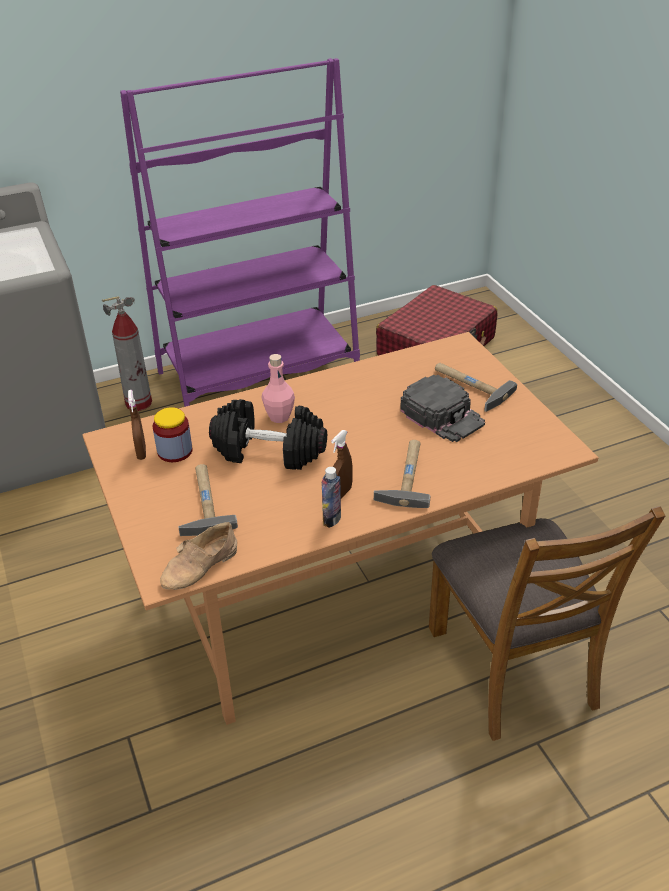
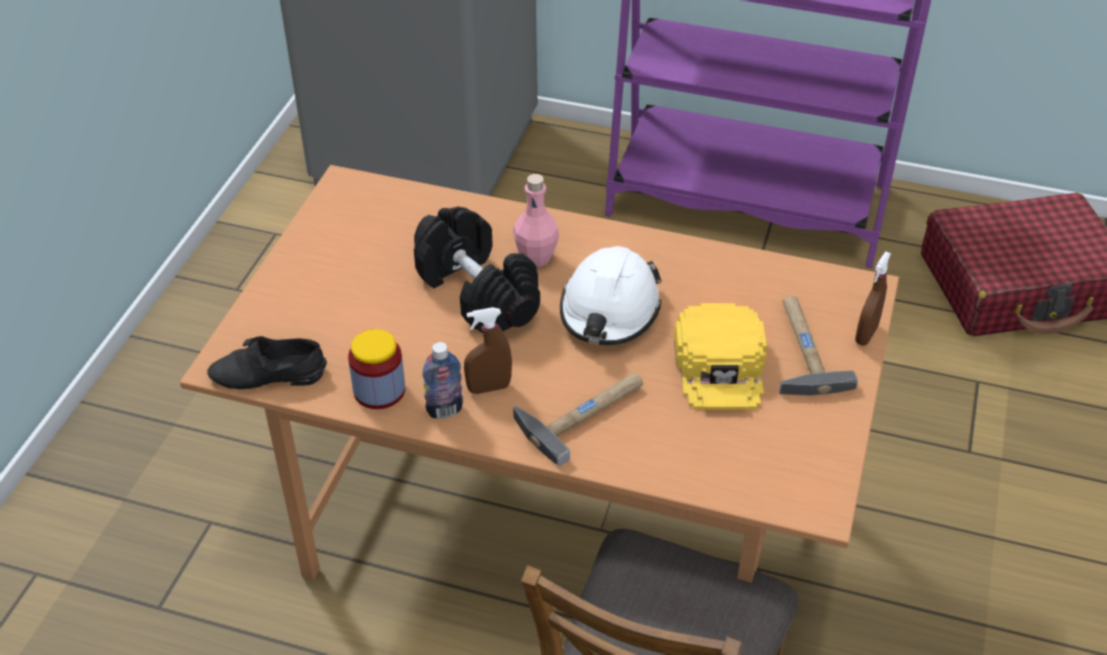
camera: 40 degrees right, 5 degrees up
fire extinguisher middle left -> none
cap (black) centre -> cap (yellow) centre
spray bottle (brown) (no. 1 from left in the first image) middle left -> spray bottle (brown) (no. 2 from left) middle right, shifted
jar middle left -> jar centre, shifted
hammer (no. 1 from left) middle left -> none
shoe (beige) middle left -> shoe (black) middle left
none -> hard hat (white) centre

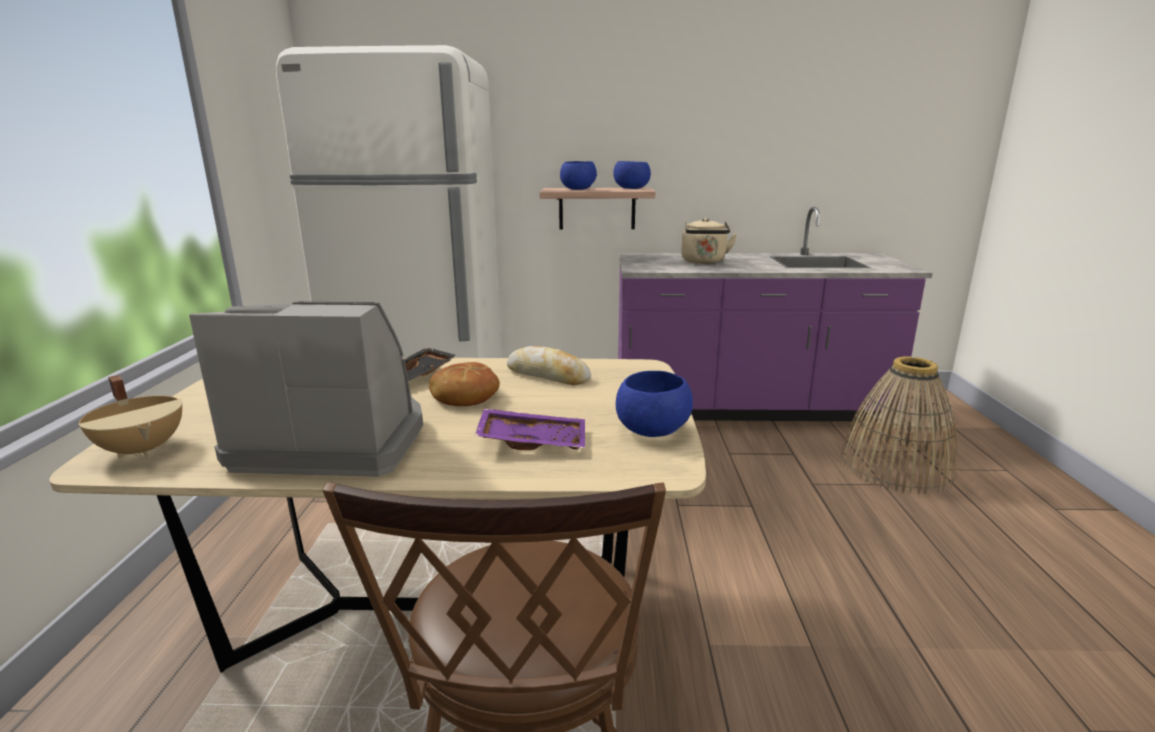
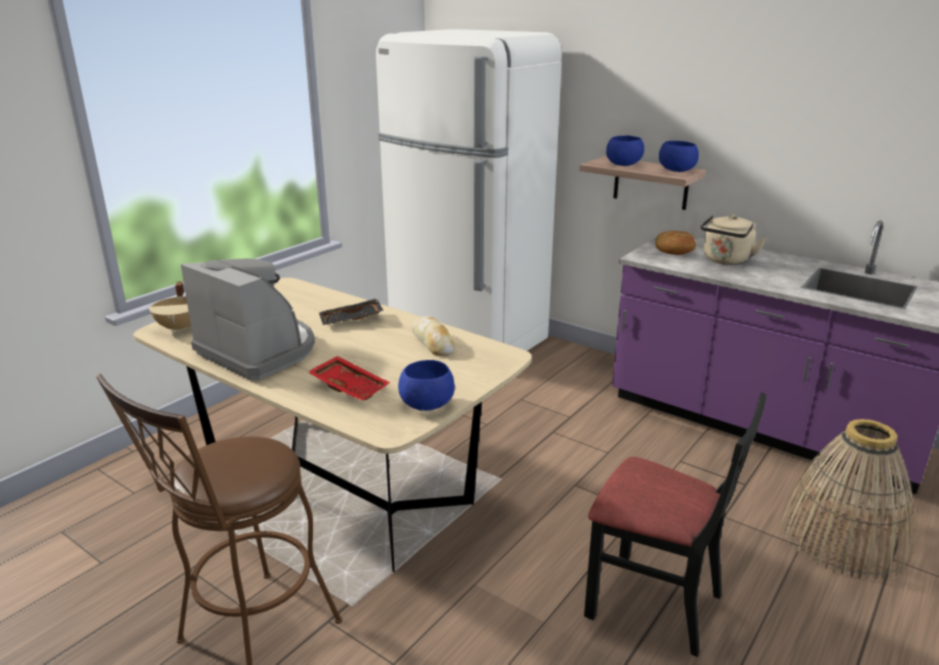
camera: 35 degrees right, 5 degrees up
bread (no. 1 from left in the first image) centre -> bread (no. 2 from left) middle right, shifted
tray (purple) centre -> tray (red) centre
none -> chair (black) bottom right

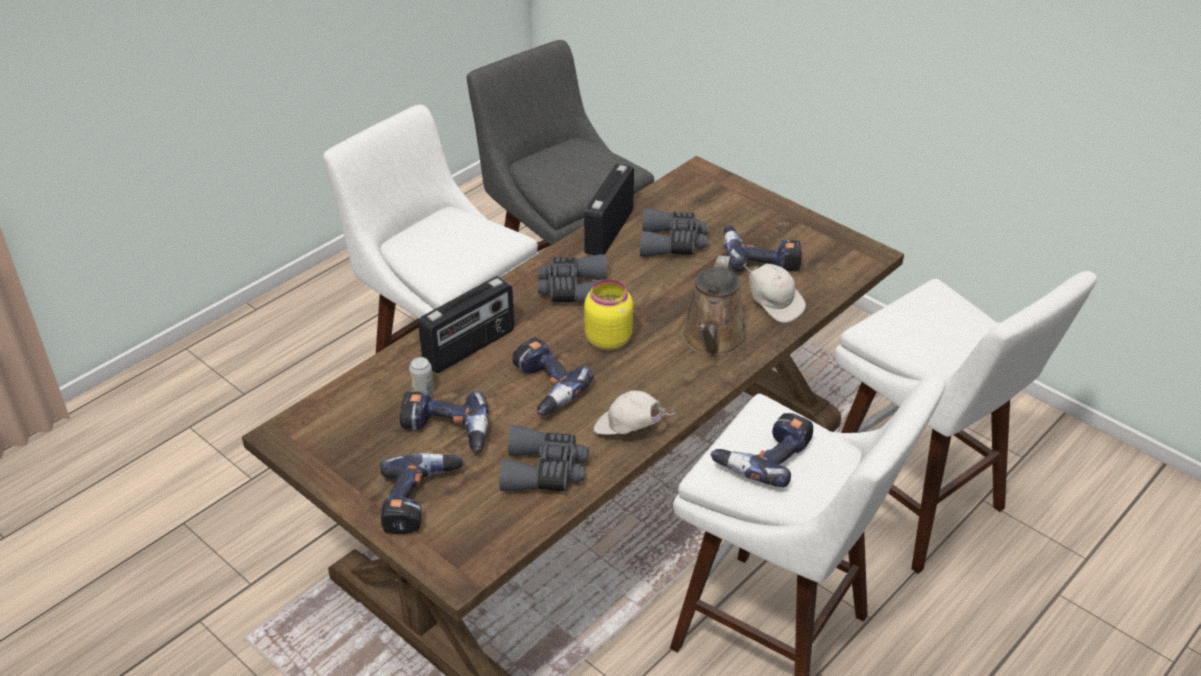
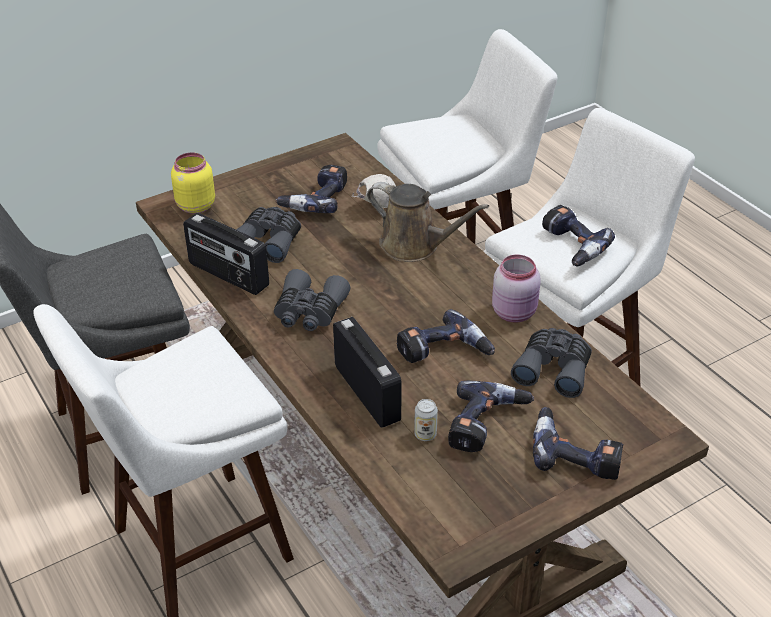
camera: 75 degrees left, 0 degrees up
jar (yellow) centre -> jar (yellow) top left, shifted
cap (white) (no. 1 from left) centre -> jar (pink) middle right

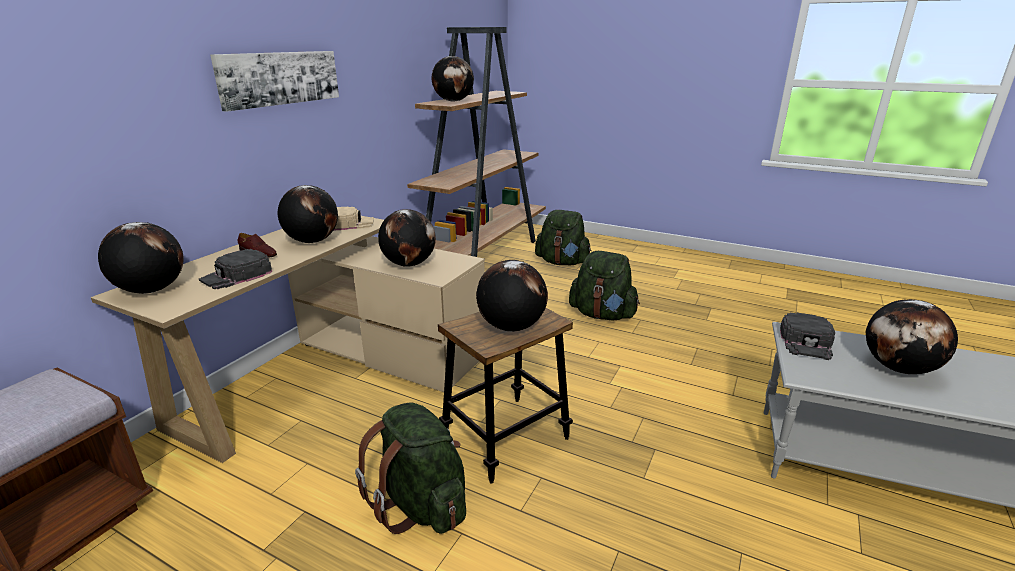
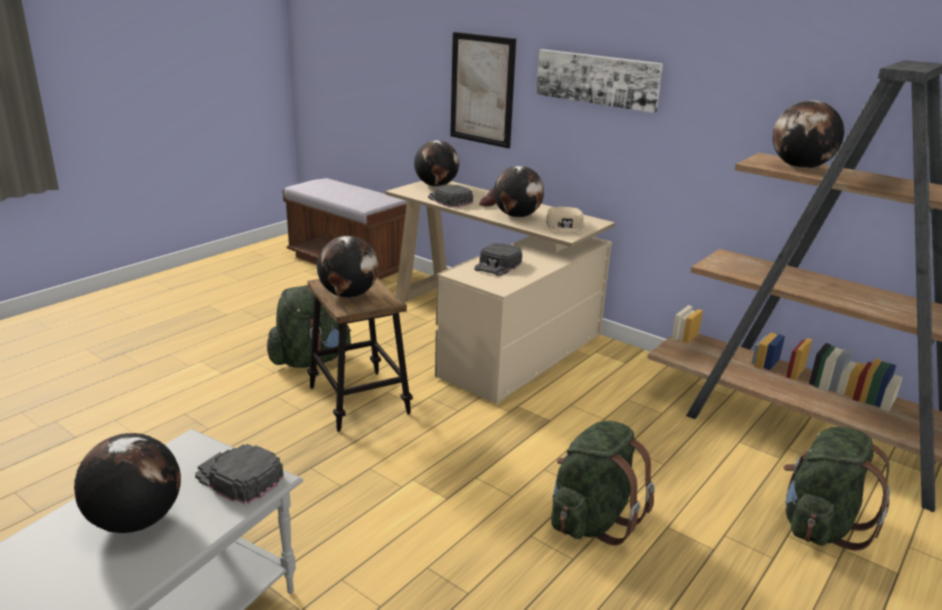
camera: 100 degrees right, 0 degrees up
globe (no. 3 from left) centre -> cap (black) (no. 3 from left) centre
none -> picture (no. 1 from left) top centre

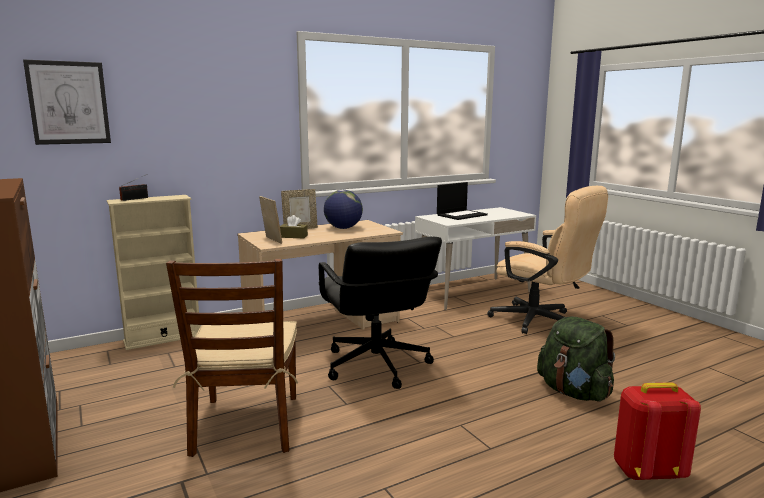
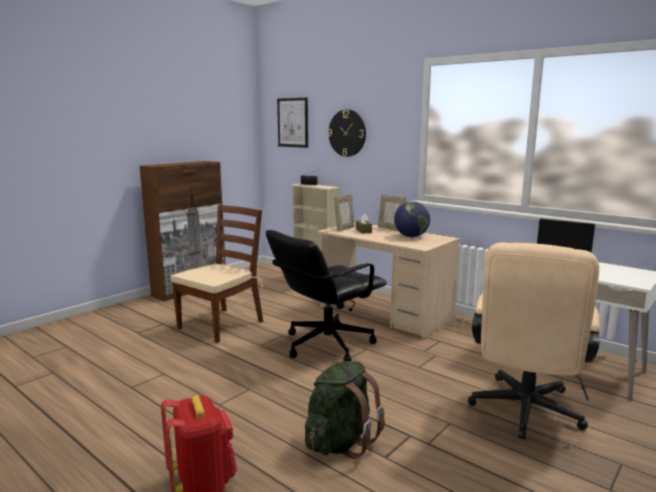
camera: 70 degrees right, 0 degrees up
chair (brown) bottom left -> chair (brown) middle left, 150 degrees clockwise
none -> wall clock top centre

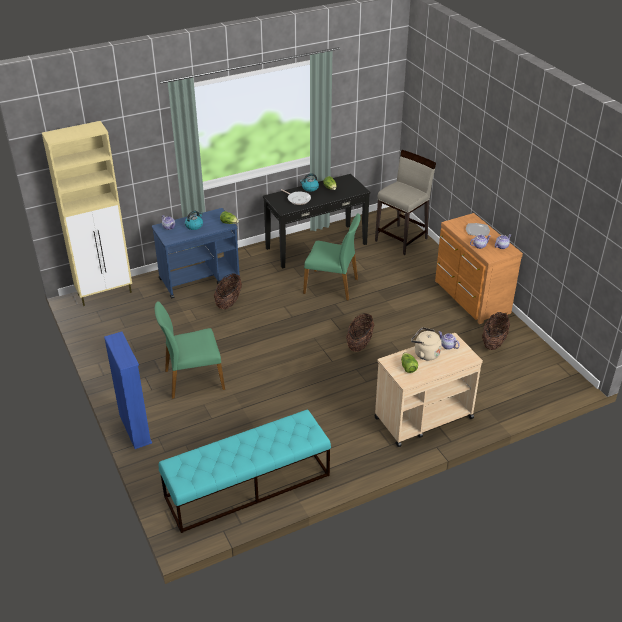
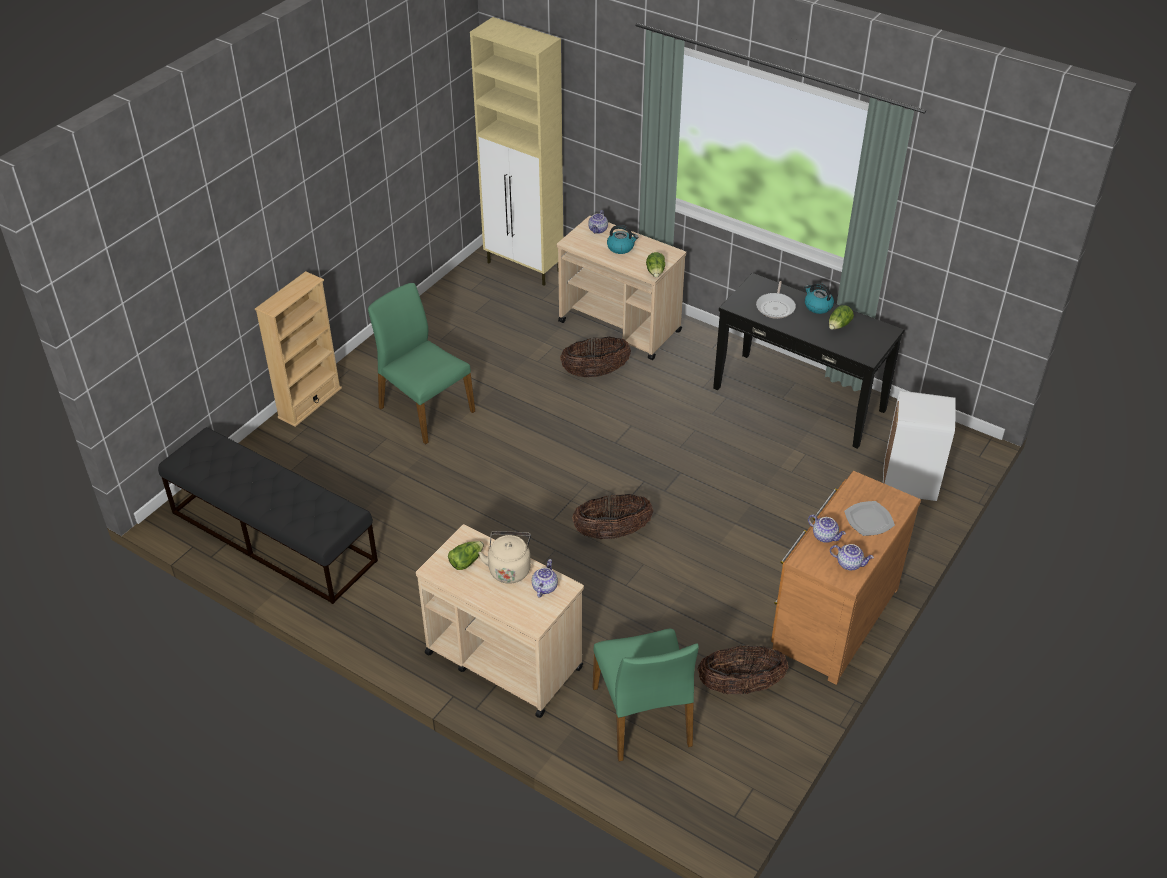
camera: 60 degrees right, 5 degrees up
stool (beige) top centre -> trash can (white) middle right
cart (blue) middle left -> cart (beige) (no. 2 from left) top centre
chair (green) (no. 2 from left) centre -> chair (green) (no. 2 from left) bottom centre, shifted
bookcase (blue) middle left -> bookcase (beige) middle left
bench (turquoise) bottom centre -> bench (black) middle left

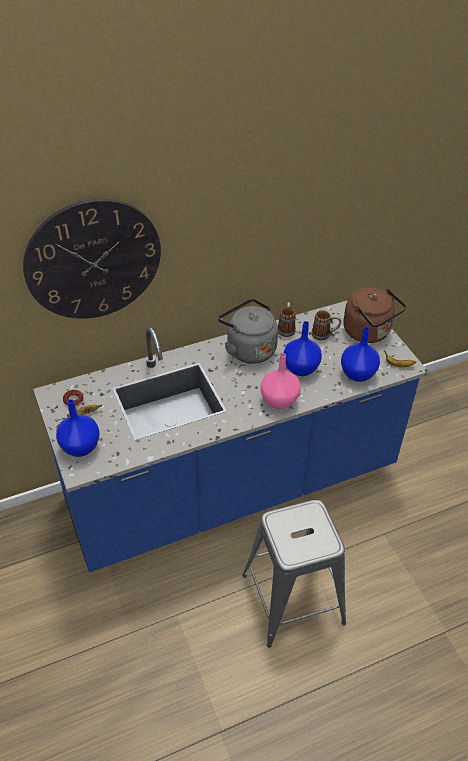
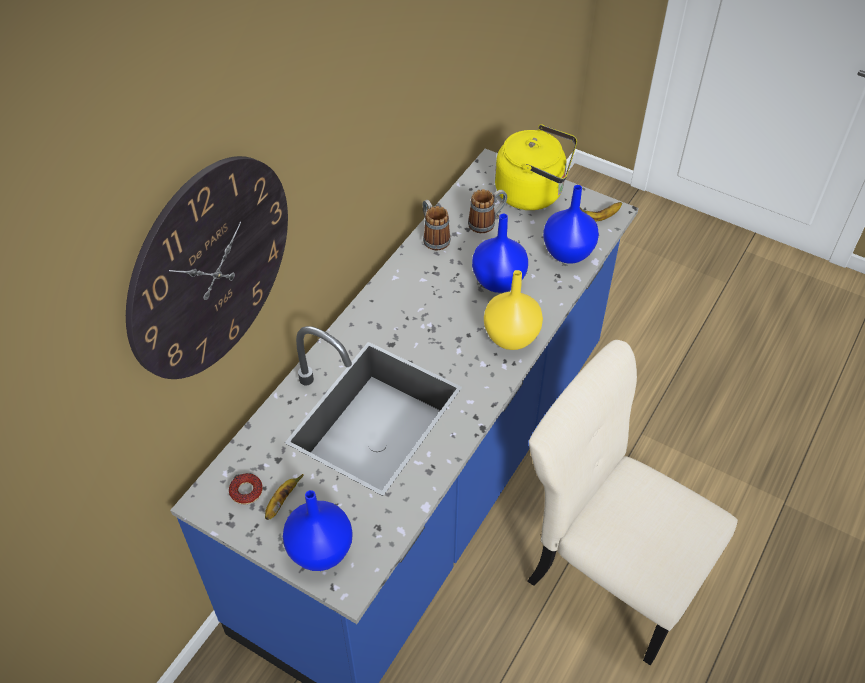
camera: 35 degrees left, 5 degrees up
kettle (brown) middle right -> kettle (yellow) top centre
kettle (grey) centre -> none
vase (pink) centre -> vase (yellow) centre
stool (grey) bottom centre -> chair (beige) bottom right

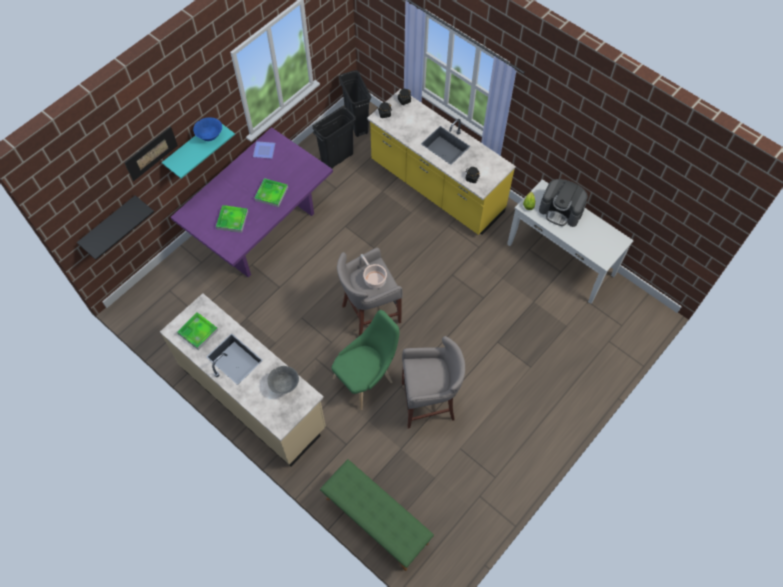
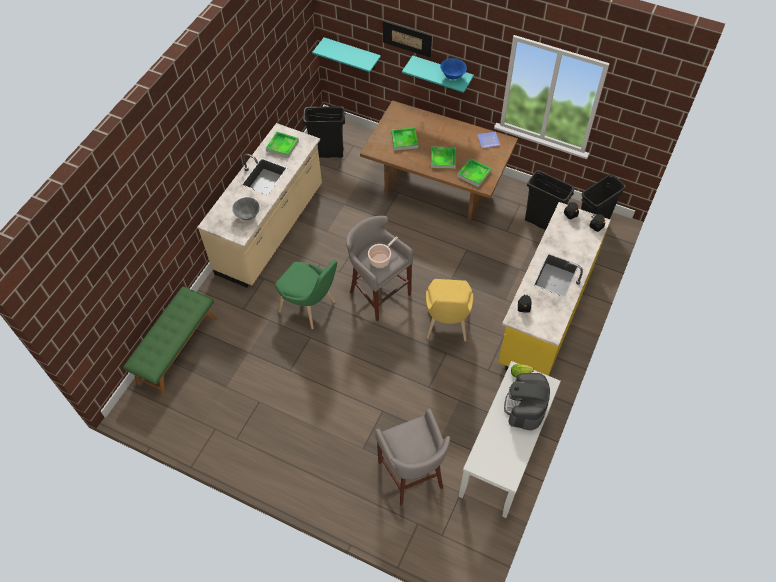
camera: 75 degrees right, 5 degrees down
dining table (purple) middle left -> dining table (brown) top centre
shelf (black) middle left -> shelf (turquoise) (no. 1 from left) top centre
stool (grey) (no. 2 from left) centre -> stool (grey) (no. 2 from left) bottom centre, shifted
none -> trash can (black) (no. 1 from left) top centre
none -> tray (no. 4 from left) top centre
none -> chair (yellow) centre

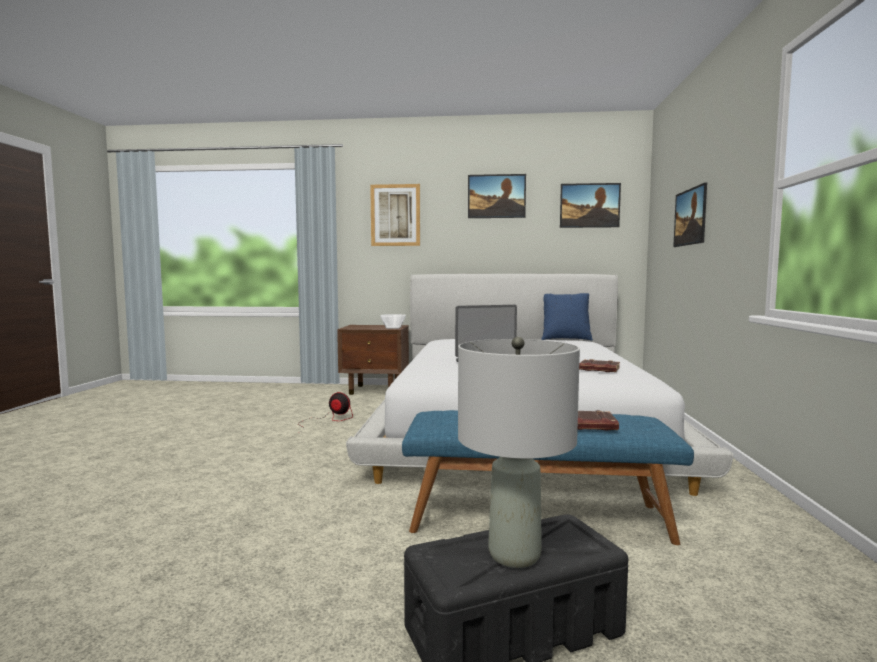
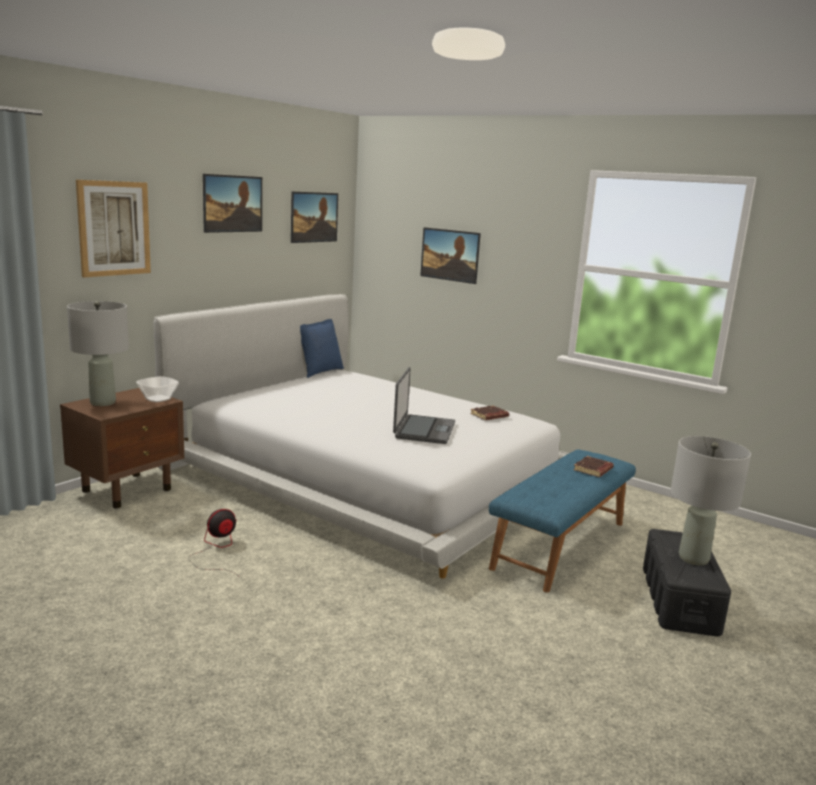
camera: 60 degrees left, 10 degrees up
none -> table lamp (grey) (no. 1 from left) middle left

